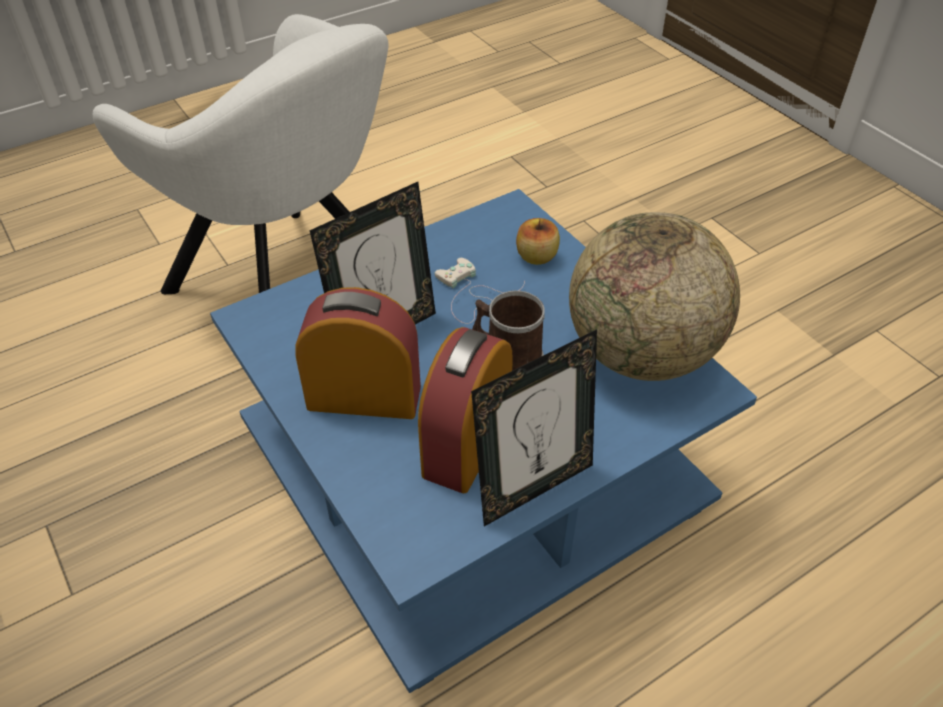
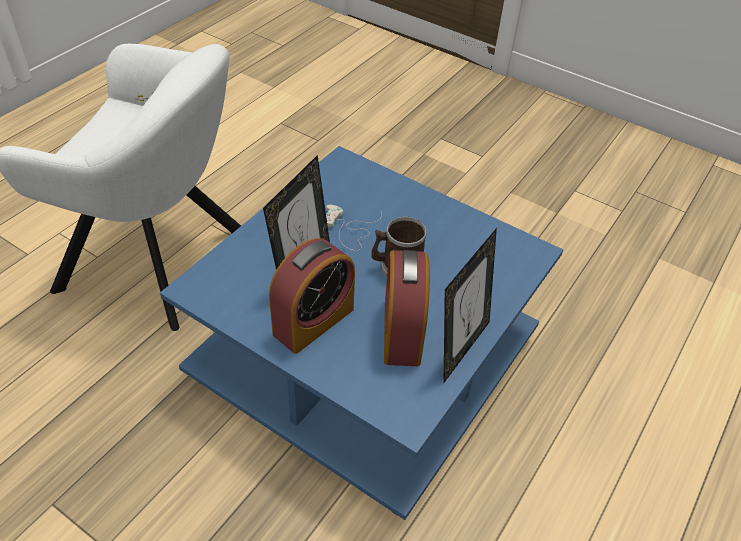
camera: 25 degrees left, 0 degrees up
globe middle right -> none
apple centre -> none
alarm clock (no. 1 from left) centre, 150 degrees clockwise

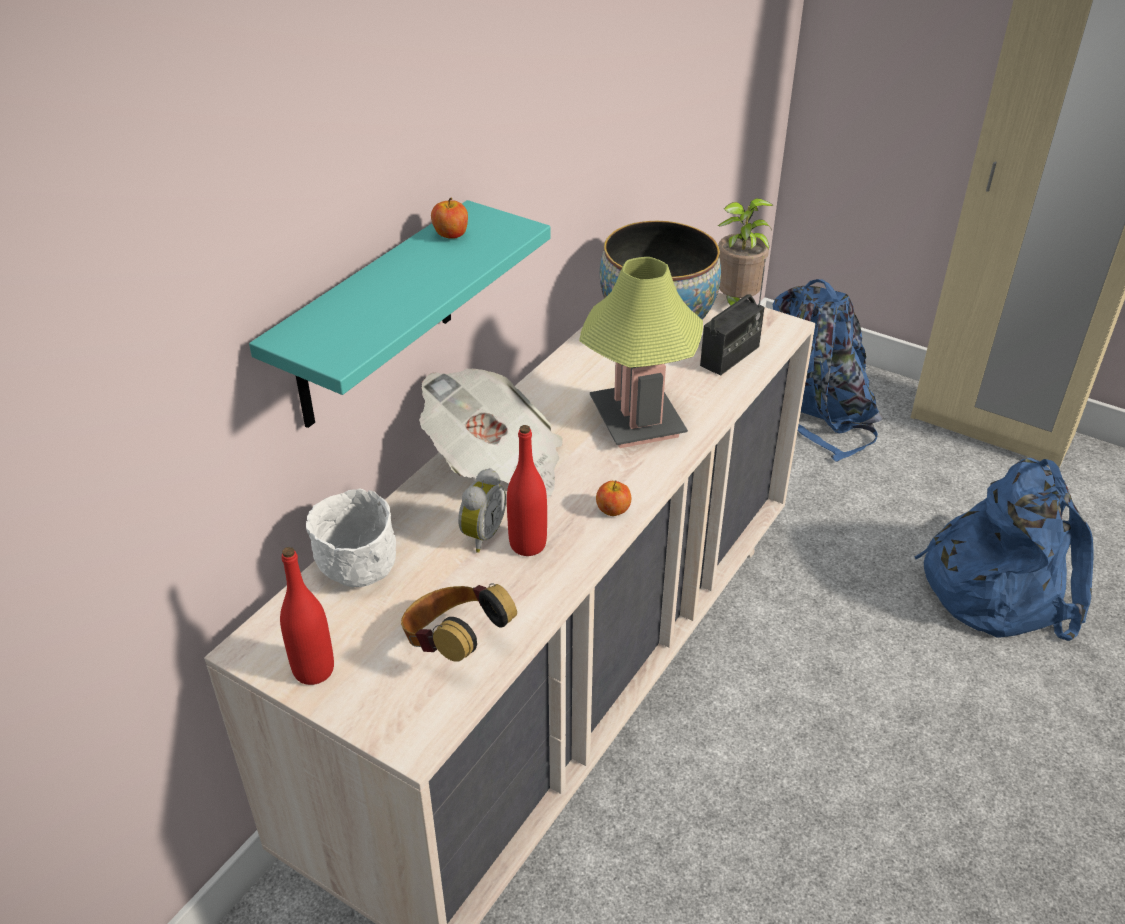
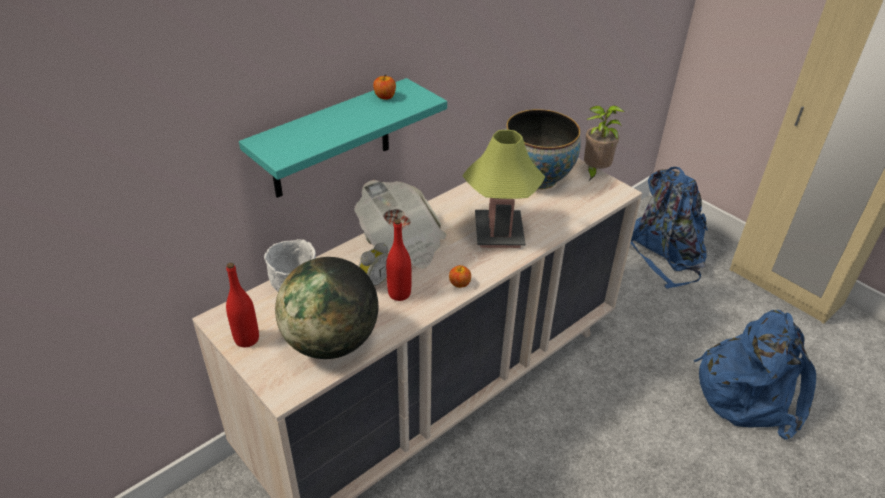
camera: 15 degrees right, 0 degrees up
radio centre -> none
headphones bottom centre -> globe centre

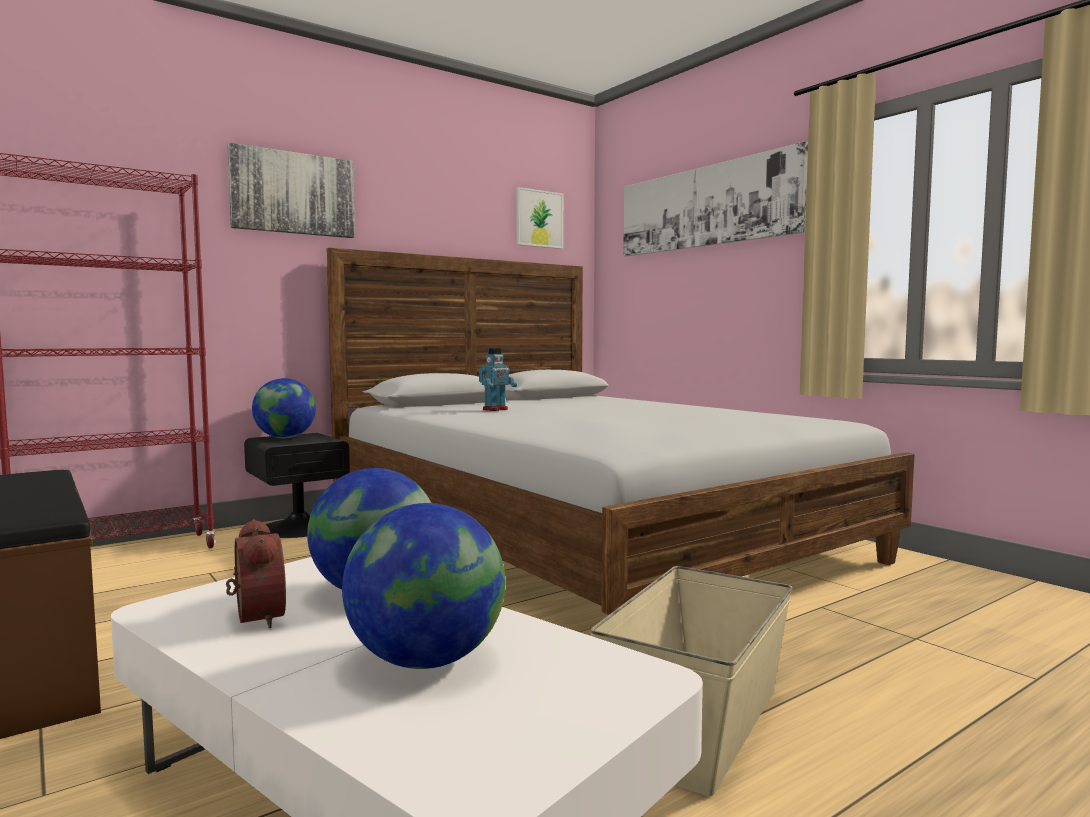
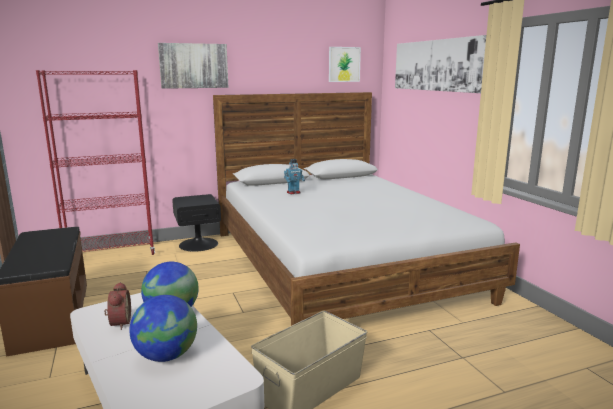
camera: 15 degrees right, 10 degrees up
globe (no. 1 from left) middle left -> none

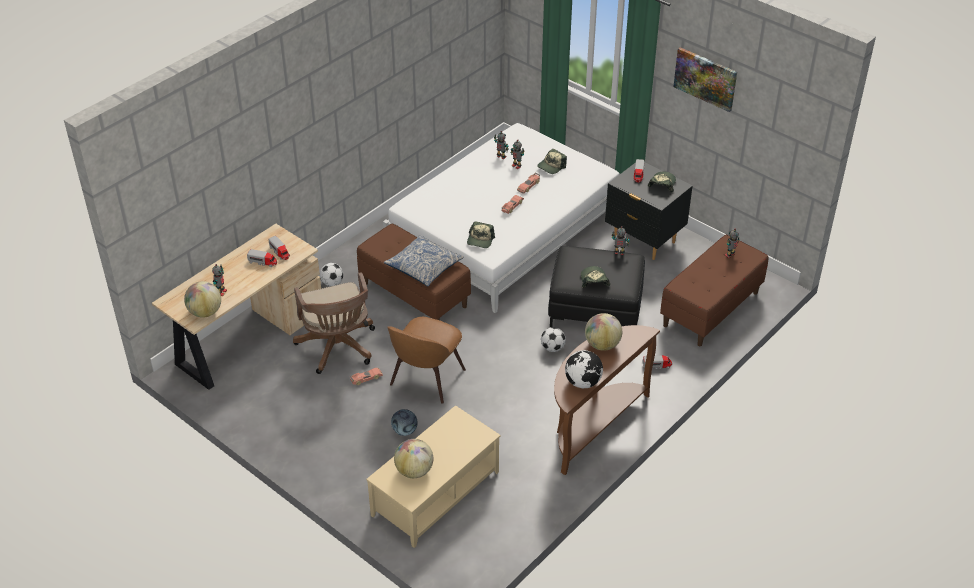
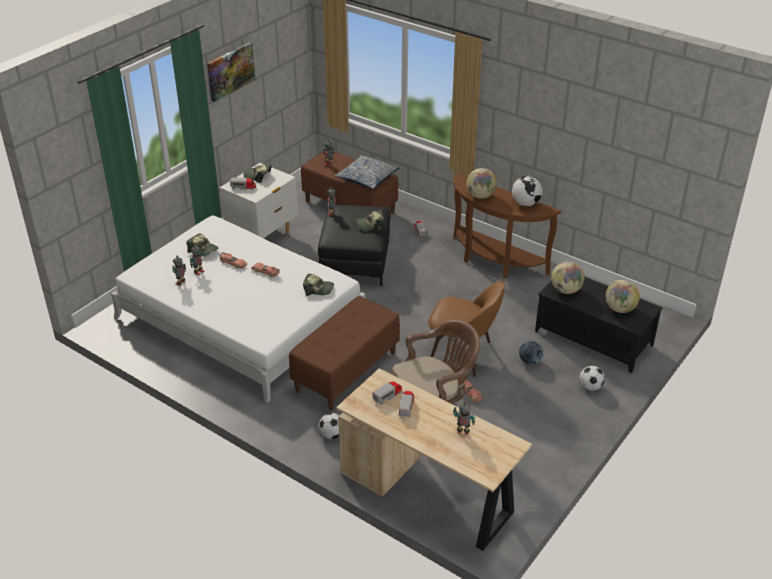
camera: 95 degrees left, 5 degrees down
nightstand (black) centre -> nightstand (white) centre
pillow centre -> pillow top centre, shifted
globe (no. 1 from left in the first image) middle left -> globe (no. 3 from left) middle right, shifted
football (no. 3 from left) centre -> football (no. 3 from left) middle right, shifted
coffee table (beige) bottom centre -> coffee table (black) middle right

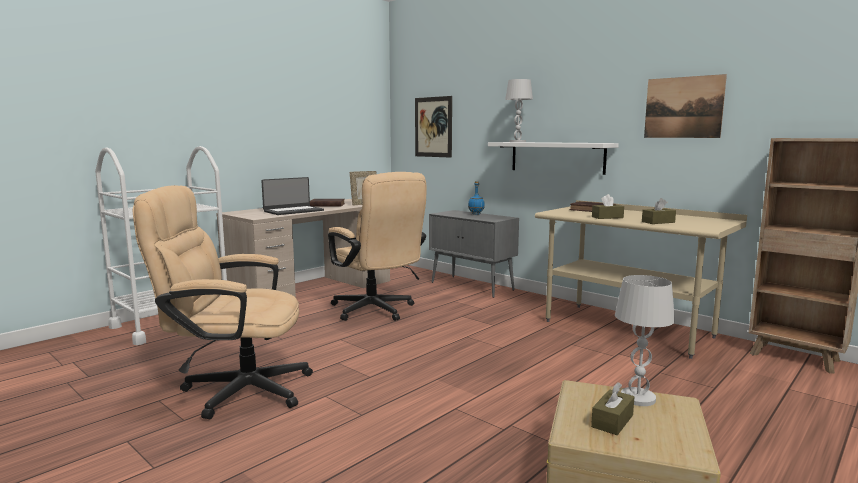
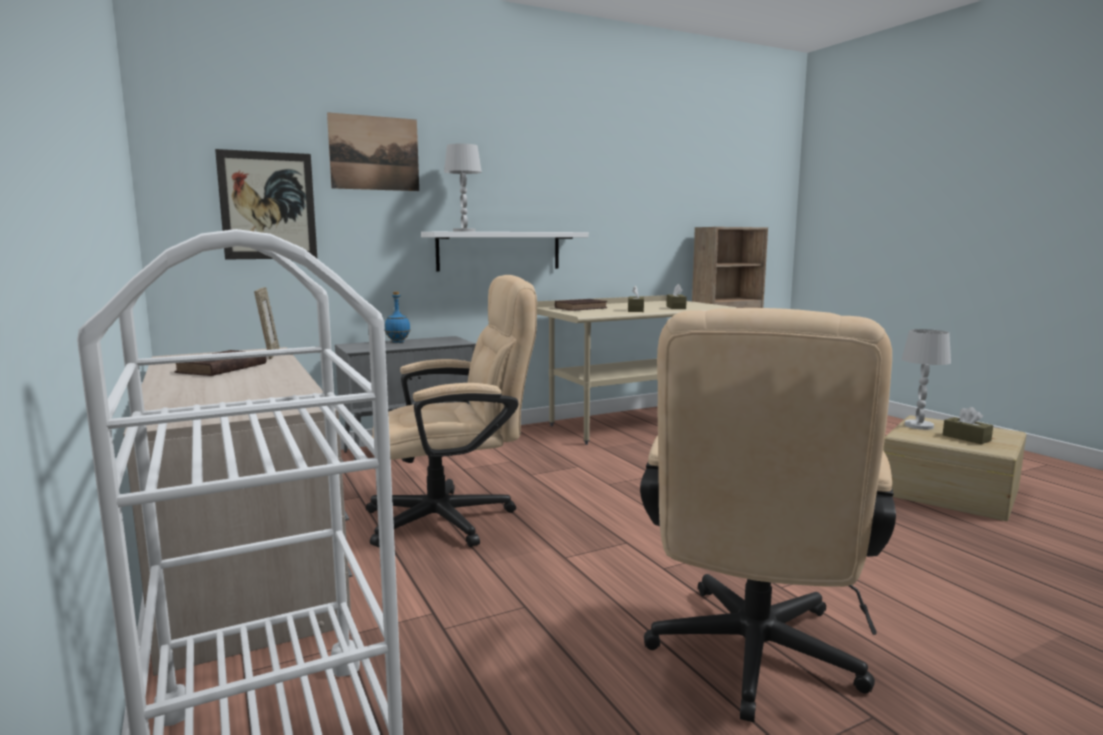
camera: 70 degrees left, 0 degrees up
picture (no. 2 from left) top right -> picture (no. 2 from left) top centre, shifted
laptop centre -> none

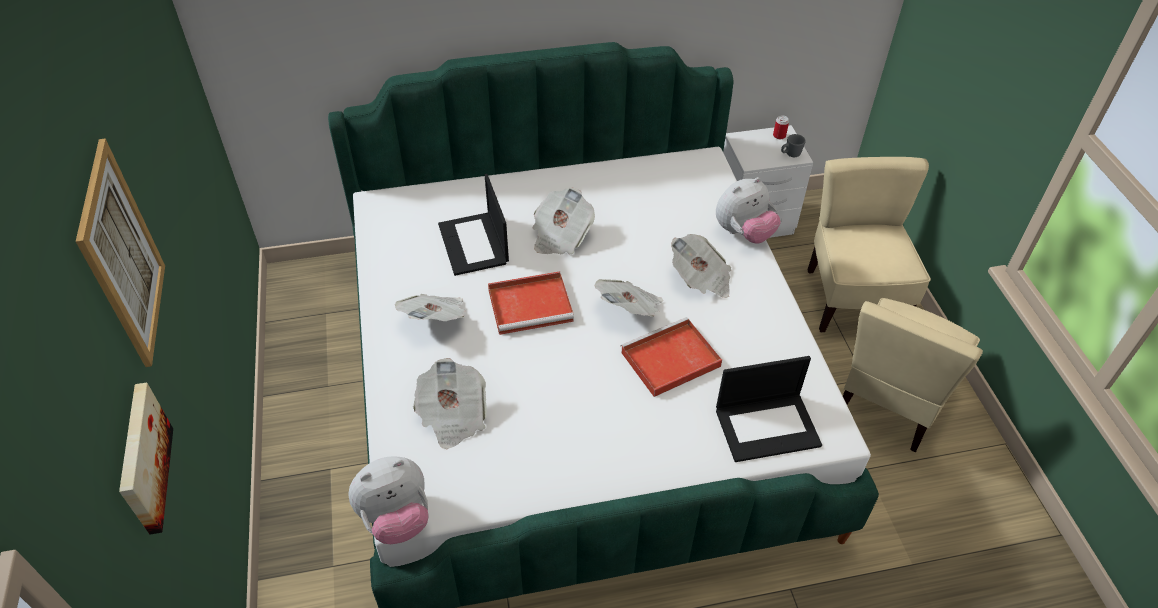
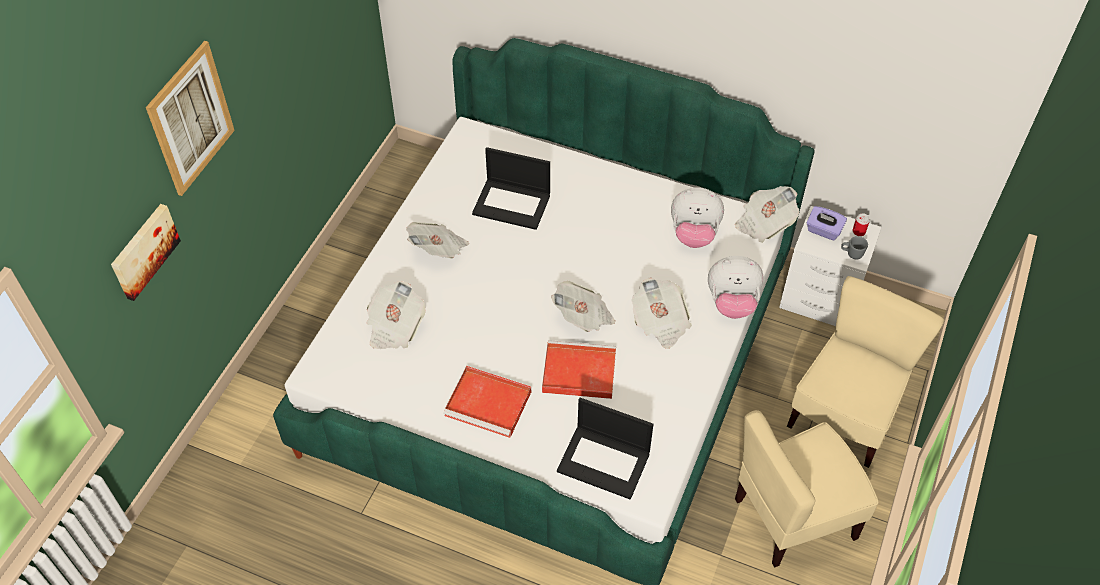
camera: 35 degrees right, 5 degrees up
laptop (no. 1 from left) centre -> laptop (no. 1 from left) top centre, 90 degrees counterclockwise
newspaper (no. 3 from left in the first image) centre -> newspaper (no. 5 from left) middle right, shifted
tray (red) (no. 1 from left) centre -> tray (red) (no. 1 from left) bottom centre, shifted
plush toy (no. 1 from left) bottom centre -> plush toy (no. 1 from left) centre, shifted
none -> tissue box (purple) middle right

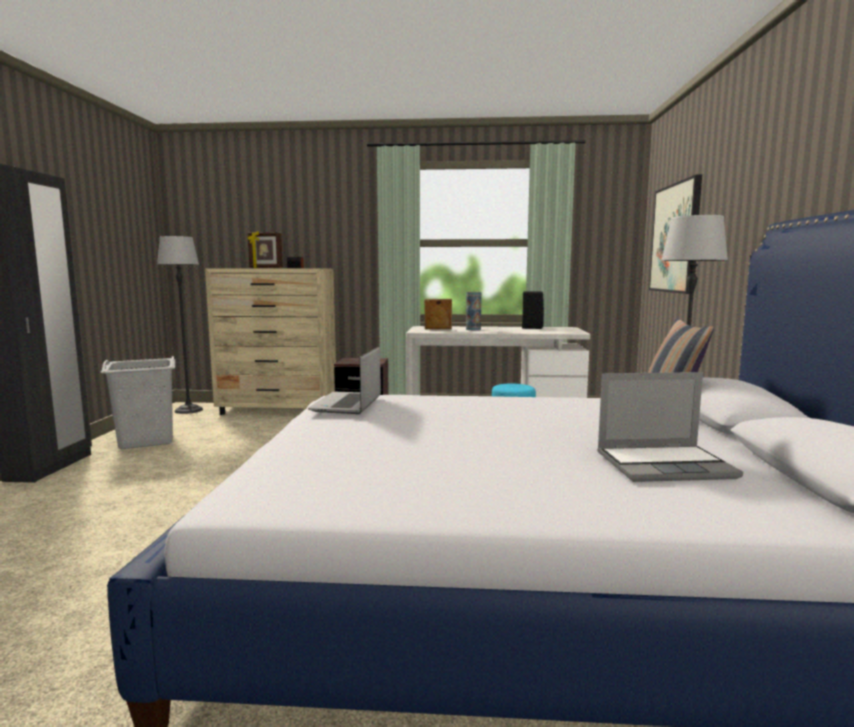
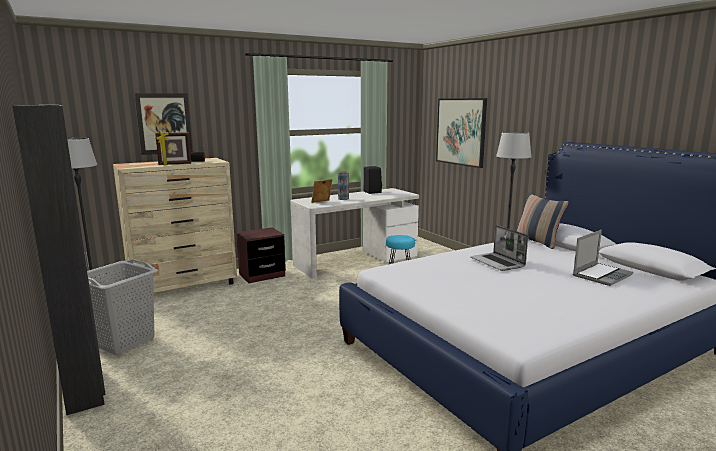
camera: 35 degrees left, 5 degrees up
laptop (no. 1 from left) centre -> laptop (no. 1 from left) middle right, shifted
none -> picture (no. 1 from left) top left

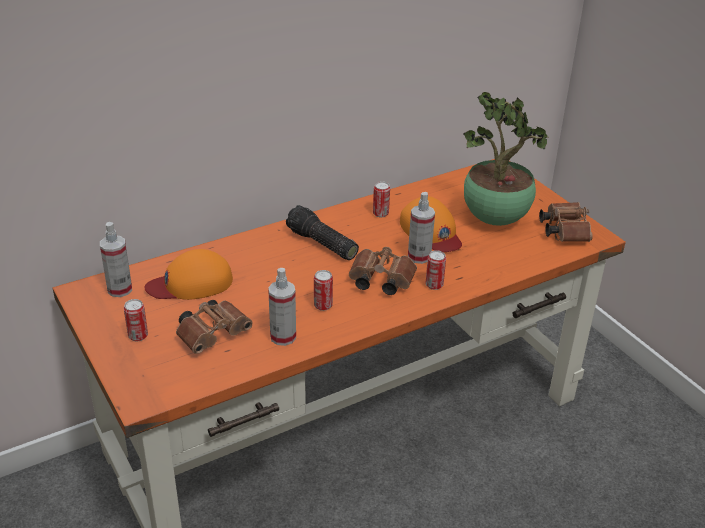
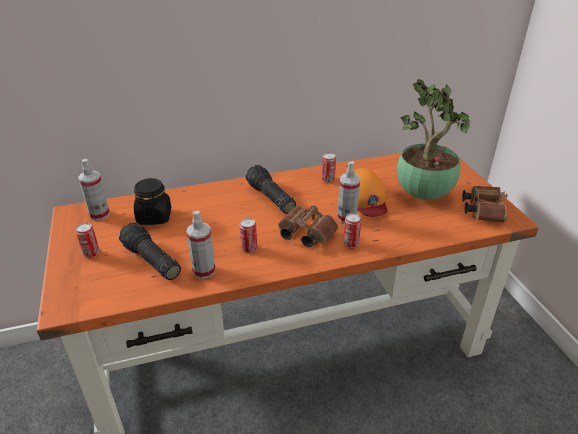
camera: 15 degrees right, 0 degrees up
cap (orange) (no. 1 from left) middle left -> jar (black) middle left
binoculars (brown) (no. 1 from left) middle left -> flashlight (no. 1 from left) middle left

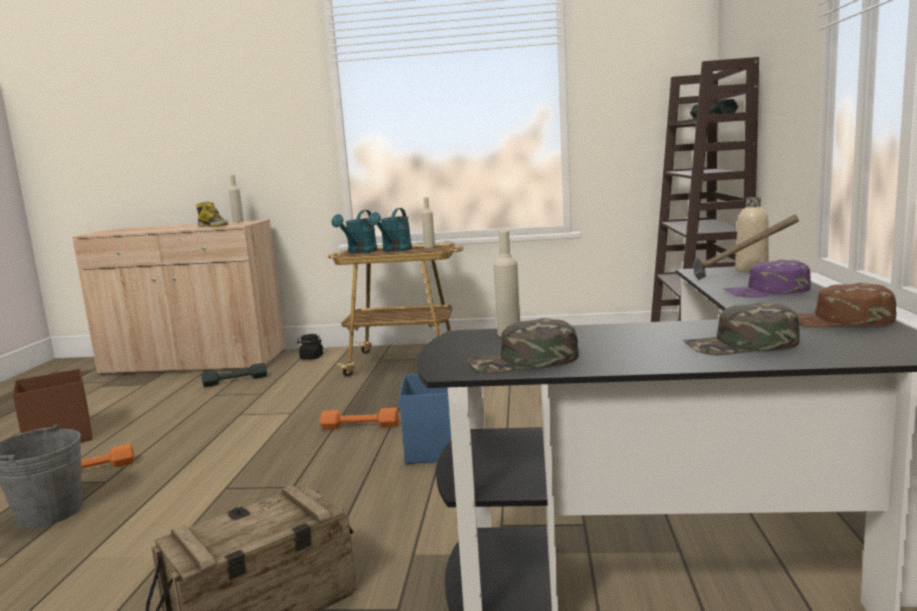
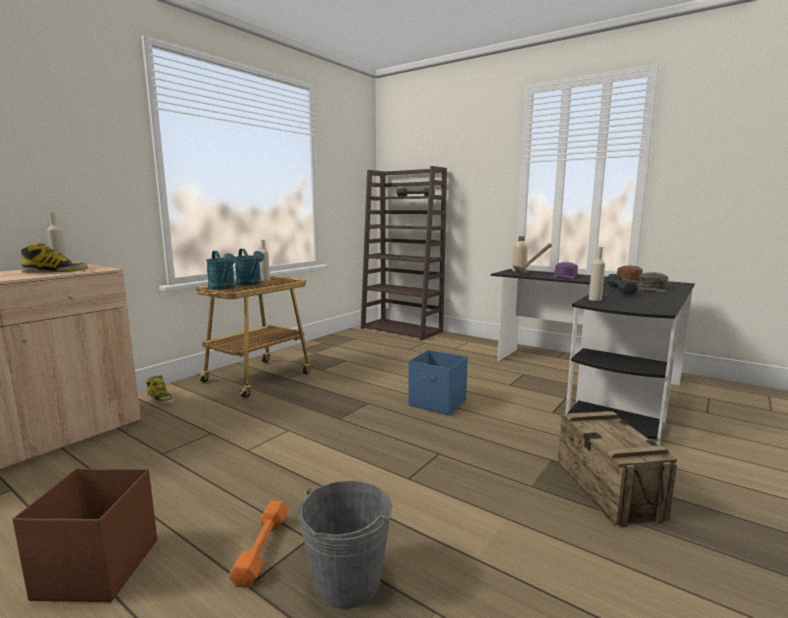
camera: 60 degrees left, 0 degrees up
cap (green) (no. 1 from left) centre -> none
jar (black) centre -> boot (no. 2 from left) middle left
dumbbell (grey) (no. 1 from left in the first image) middle left -> dumbbell (grey) (no. 2 from left) middle right, shifted
dumbbell (orange) (no. 2 from left) bottom centre -> none

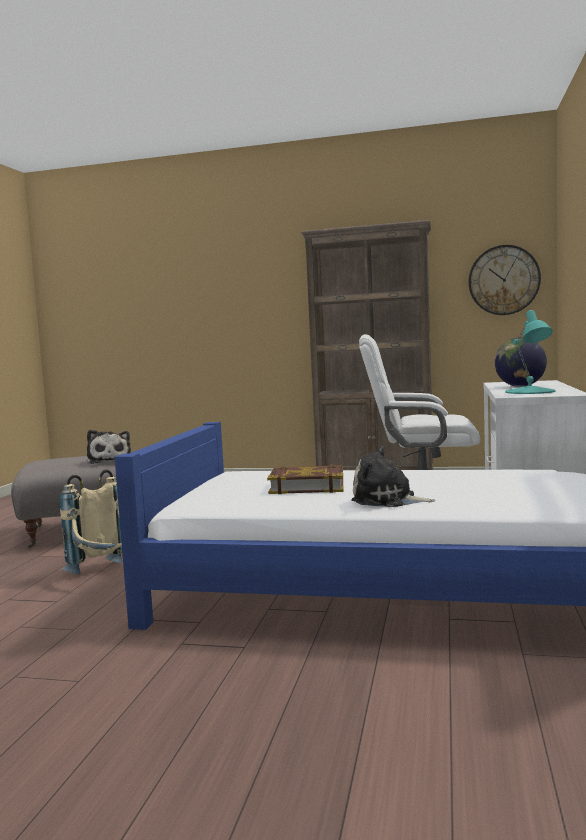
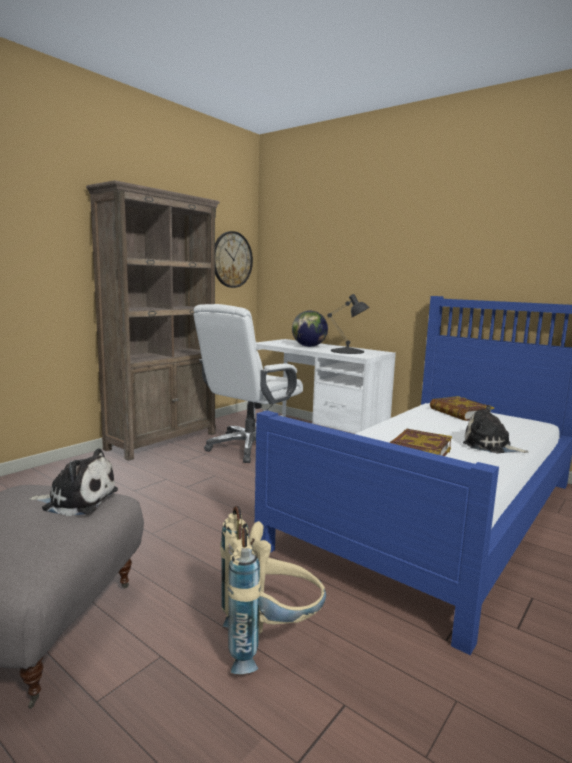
camera: 65 degrees left, 5 degrees up
table lamp (turquoise) middle right -> table lamp (black) centre
plush toy (no. 2 from left) middle right, 75 degrees clockwise
none -> book (no. 2 from left) middle right

